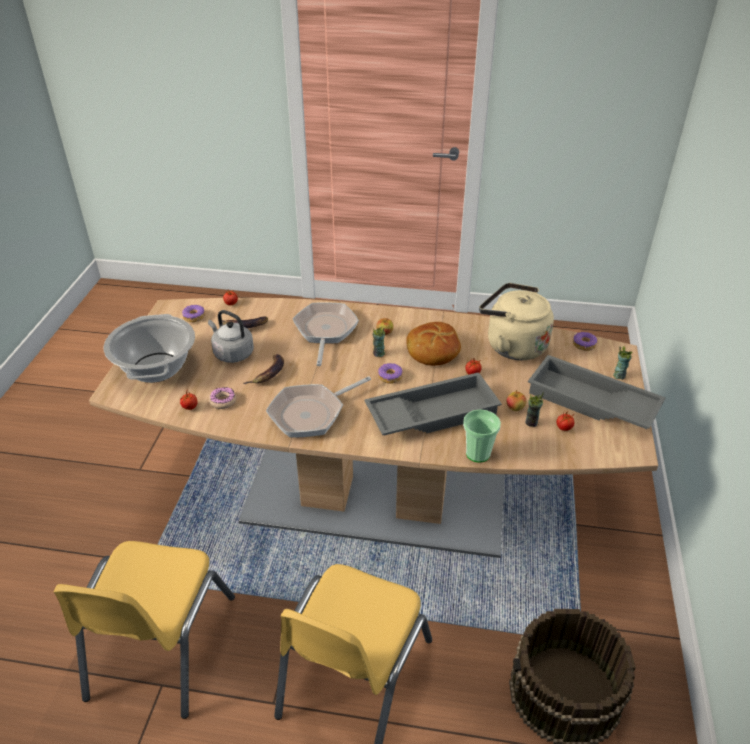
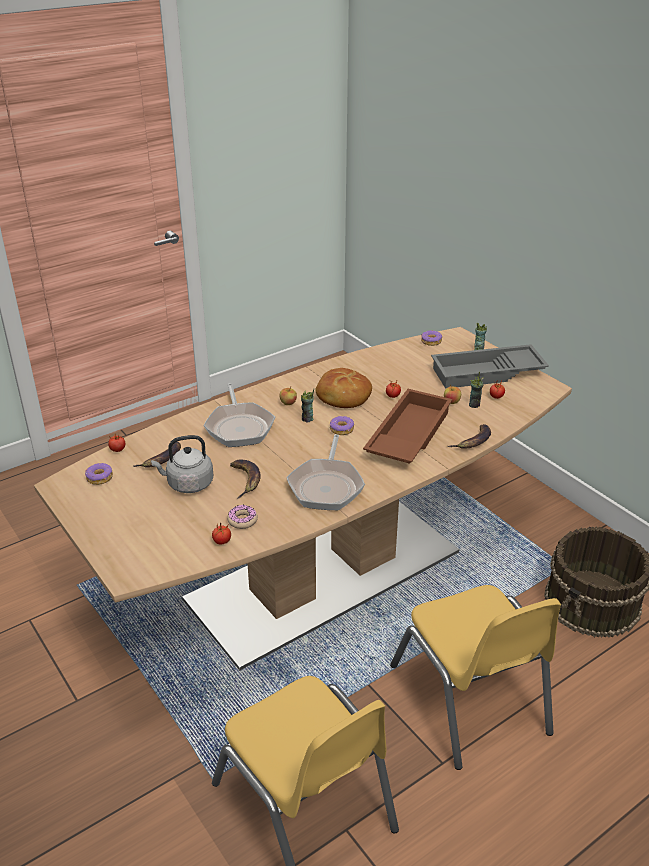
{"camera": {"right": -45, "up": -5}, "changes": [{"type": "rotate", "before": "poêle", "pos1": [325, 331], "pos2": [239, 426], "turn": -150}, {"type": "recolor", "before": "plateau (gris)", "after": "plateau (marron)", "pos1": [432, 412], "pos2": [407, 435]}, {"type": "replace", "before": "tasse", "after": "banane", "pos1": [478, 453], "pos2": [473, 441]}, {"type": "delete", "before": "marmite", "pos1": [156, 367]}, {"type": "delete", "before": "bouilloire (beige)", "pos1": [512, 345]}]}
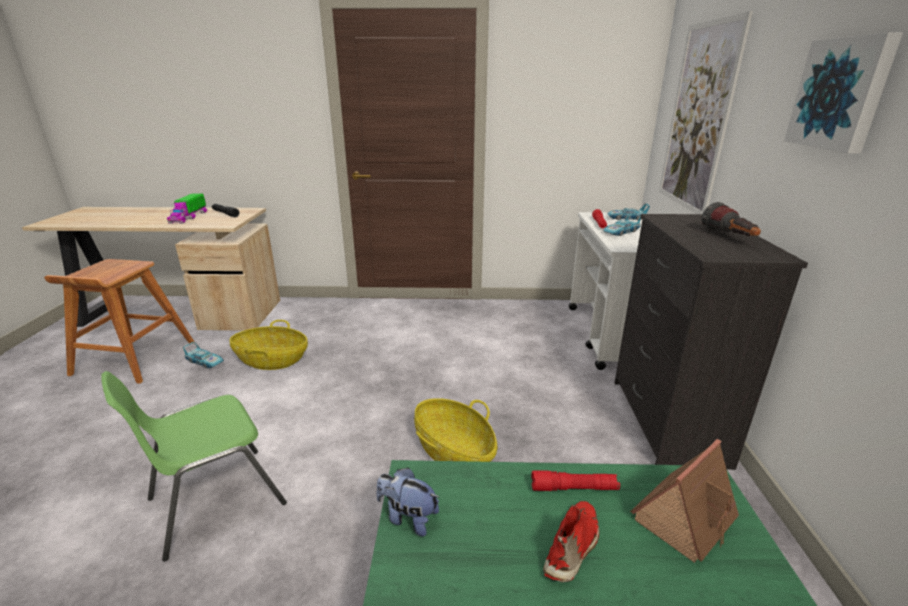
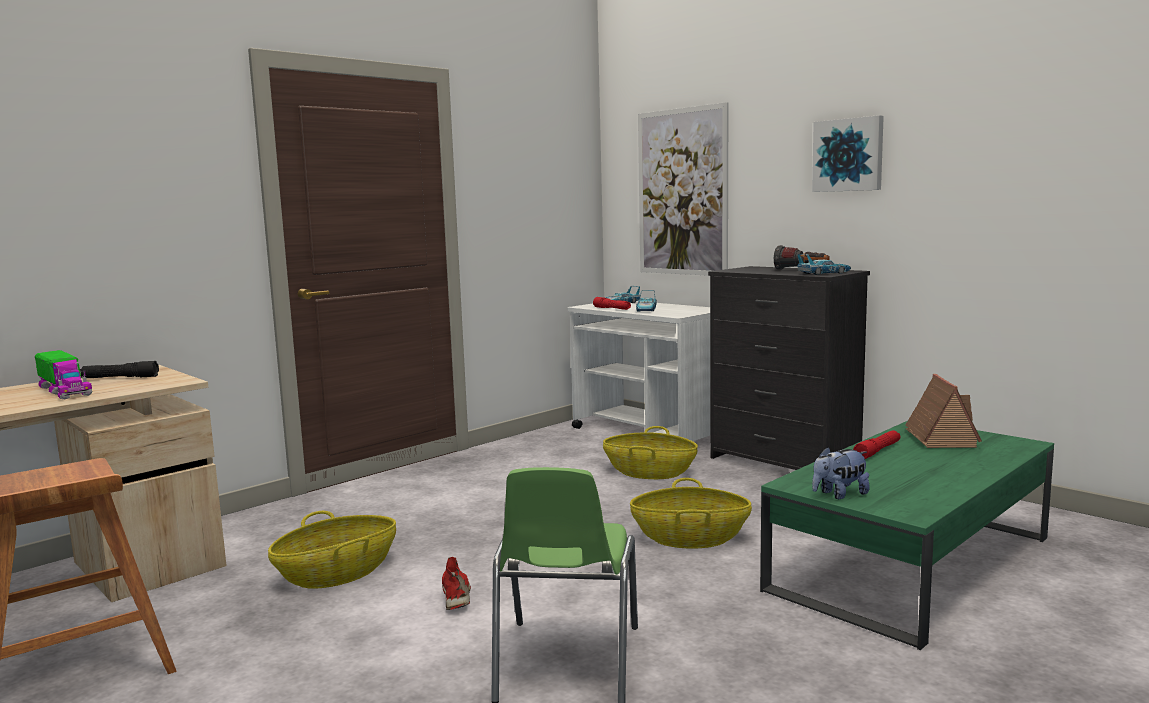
{"camera": {"right": -45, "up": -15}, "changes": [{"type": "move", "before": "chaussure (rouge)", "pos1": [573, 547], "pos2": [456, 596]}, {"type": "insert", "after": "panier", "pos2": [649, 472]}, {"type": "move", "before": "petite voiture", "pos1": [205, 362], "pos2": [824, 273]}]}
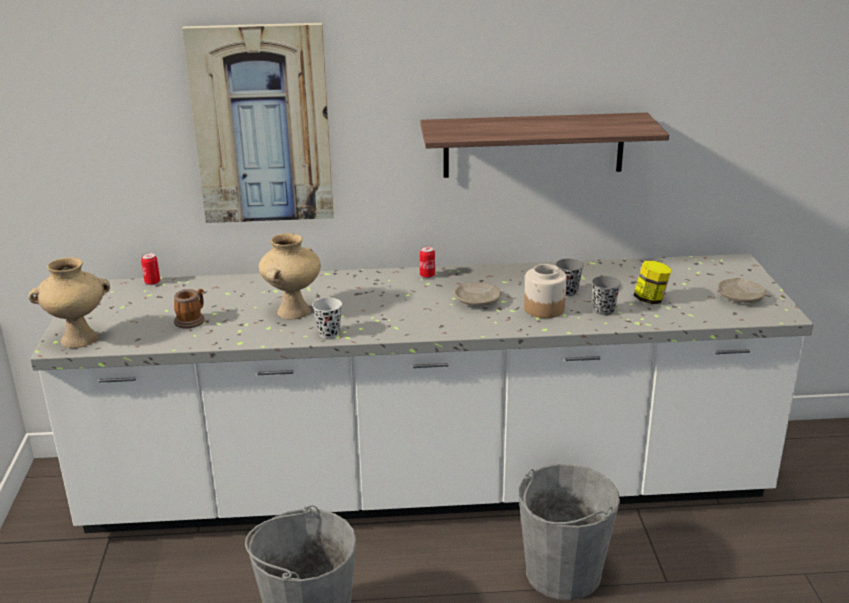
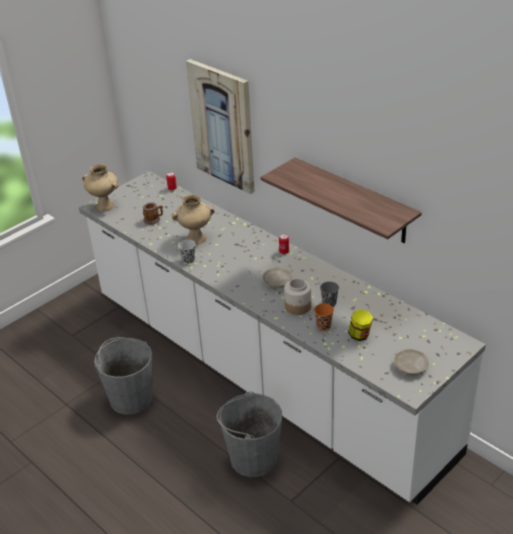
{"camera": {"right": 50, "up": 10}, "changes": [{"type": "recolor", "before": "tasse (gris)", "after": "tasse (orange)", "pos1": [603, 310], "pos2": [323, 326]}]}
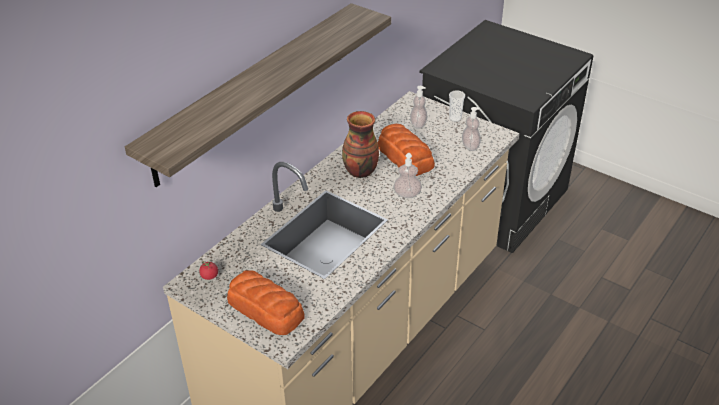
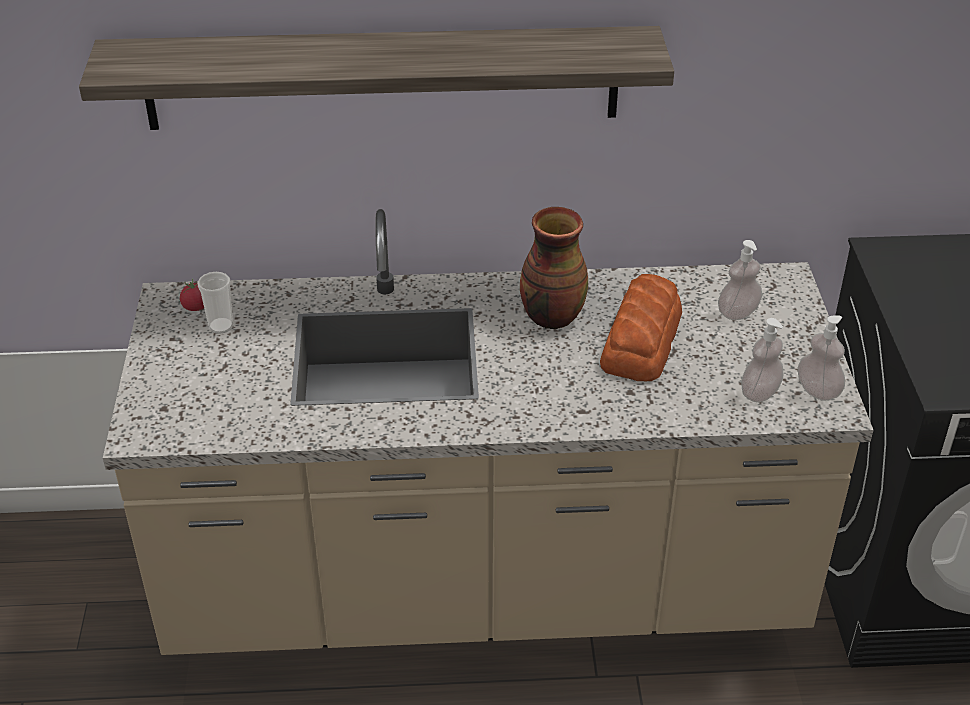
{"camera": {"right": 50, "up": 0}, "changes": [{"type": "move", "before": "tasse", "pos1": [455, 118], "pos2": [221, 326]}, {"type": "move", "before": "distributeur de savon", "pos1": [407, 194], "pos2": [818, 391]}, {"type": "delete", "before": "pain", "pos1": [266, 310]}]}
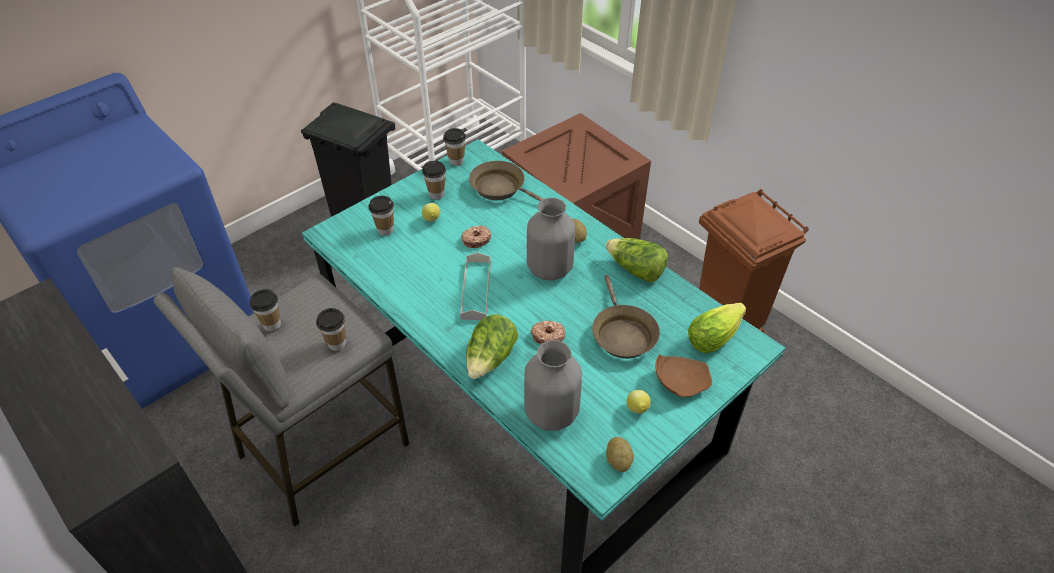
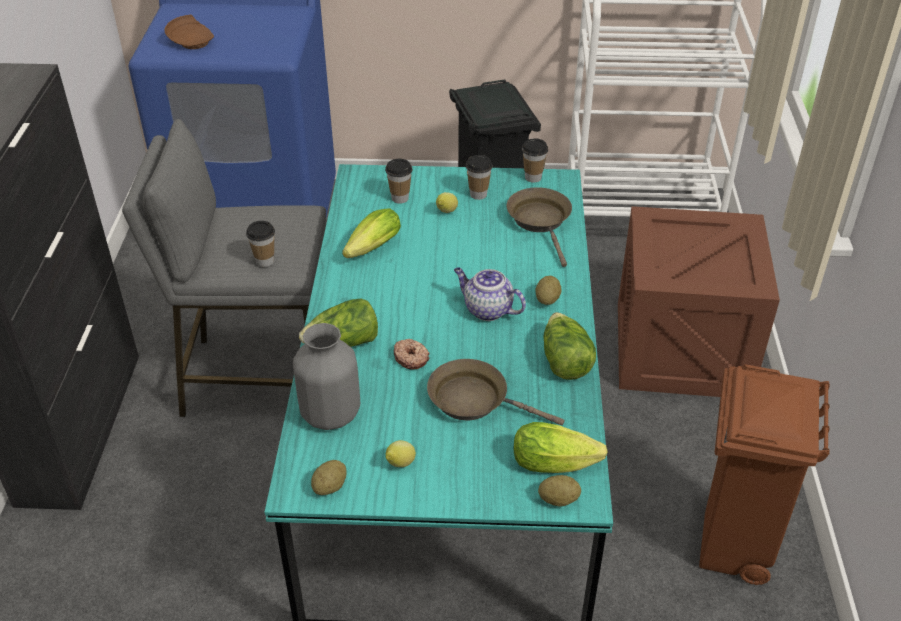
{"camera": {"right": 45, "up": -5}, "changes": [{"type": "move", "before": "assiette (marron)", "pos1": [680, 381], "pos2": [192, 42]}, {"type": "insert", "after": "laitue", "pos2": [370, 250]}, {"type": "rotate", "before": "poêle (marron)", "pos1": [622, 334], "pos2": [474, 400], "turn": 75}, {"type": "replace", "before": "vase (gris)", "after": "théière", "pos1": [549, 270], "pos2": [487, 310]}, {"type": "insert", "after": "pomme de terre", "pos2": [558, 500]}, {"type": "delete", "before": "tasse", "pos1": [272, 324]}, {"type": "delete", "before": "plateau (gris)", "pos1": [476, 289]}, {"type": "delete", "before": "beignet", "pos1": [476, 239]}]}
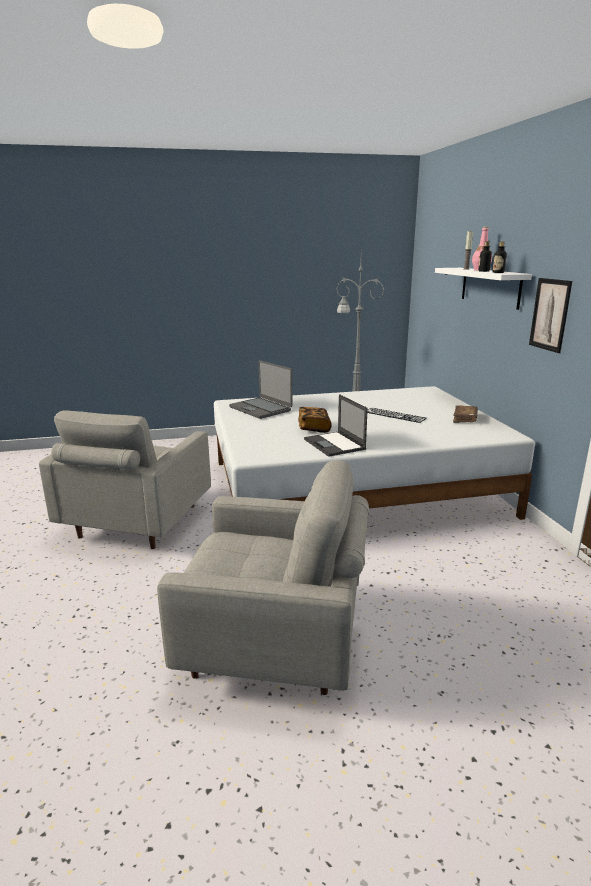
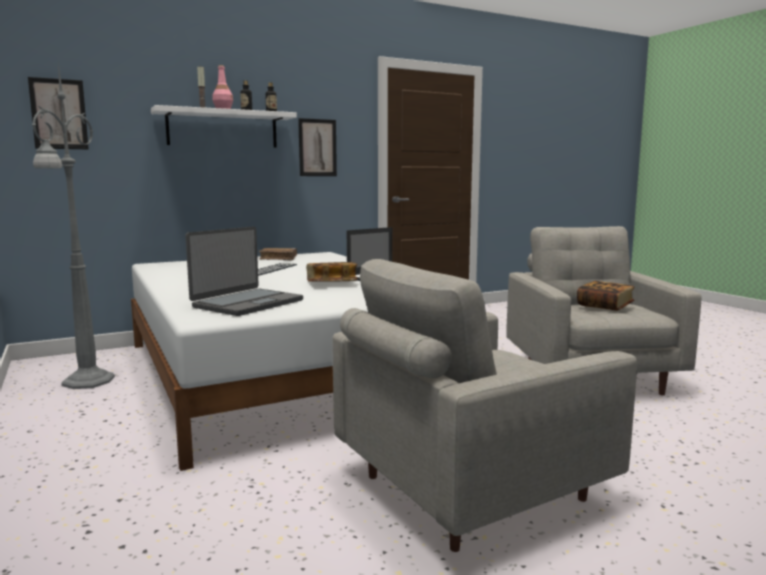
{"camera": {"right": -105, "up": -10}, "changes": [{"type": "insert", "after": "tableau", "pos2": [59, 114]}, {"type": "rotate", "before": "fauteuil (gris)", "pos1": [136, 522], "pos2": [468, 488], "turn": 150}, {"type": "insert", "after": "livre", "pos2": [604, 306]}]}
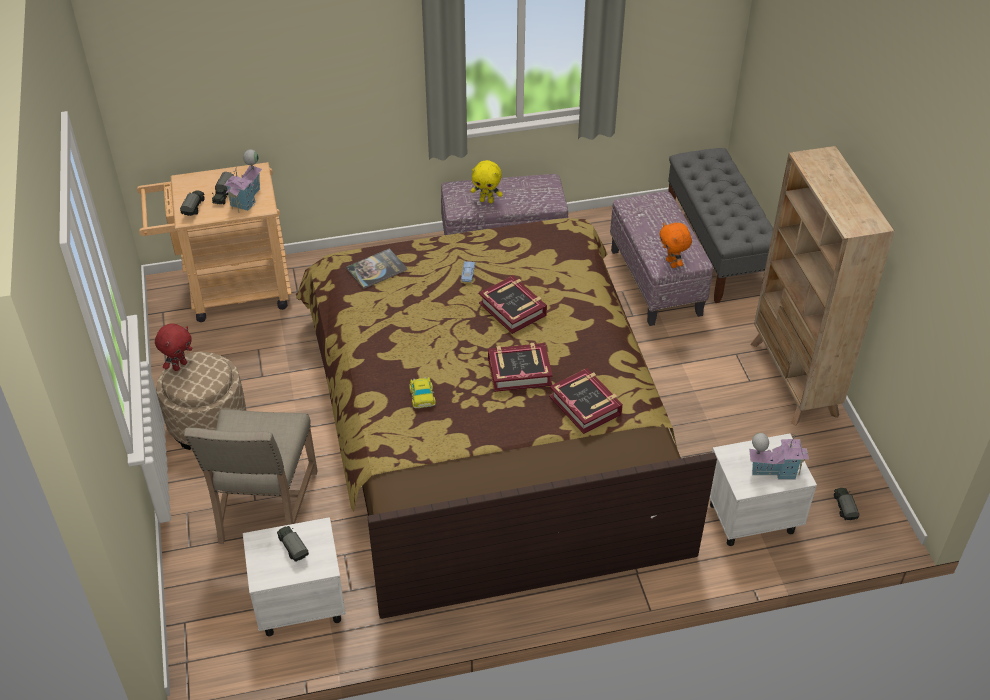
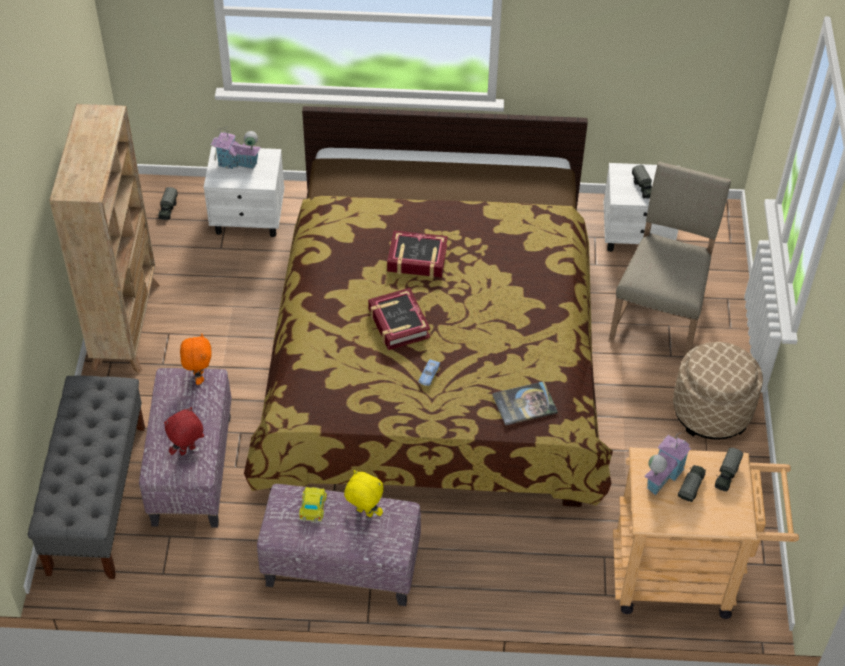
{"camera": {"right": -165, "up": 5}, "changes": [{"type": "move", "before": "peluche (rouge)", "pos1": [179, 365], "pos2": [187, 451]}, {"type": "move", "before": "petite voiture", "pos1": [422, 395], "pos2": [312, 507]}, {"type": "delete", "before": "livre", "pos1": [585, 405]}]}
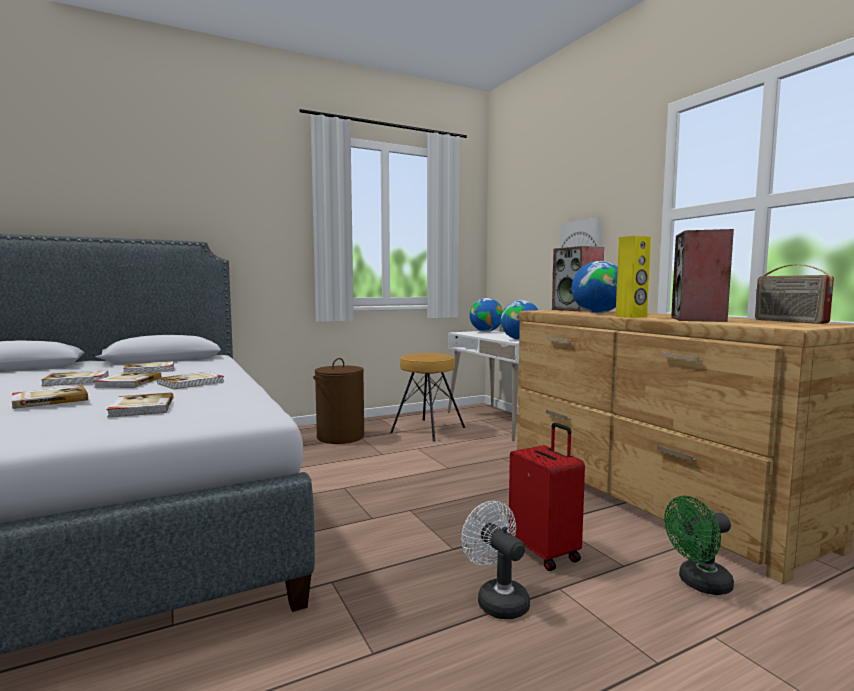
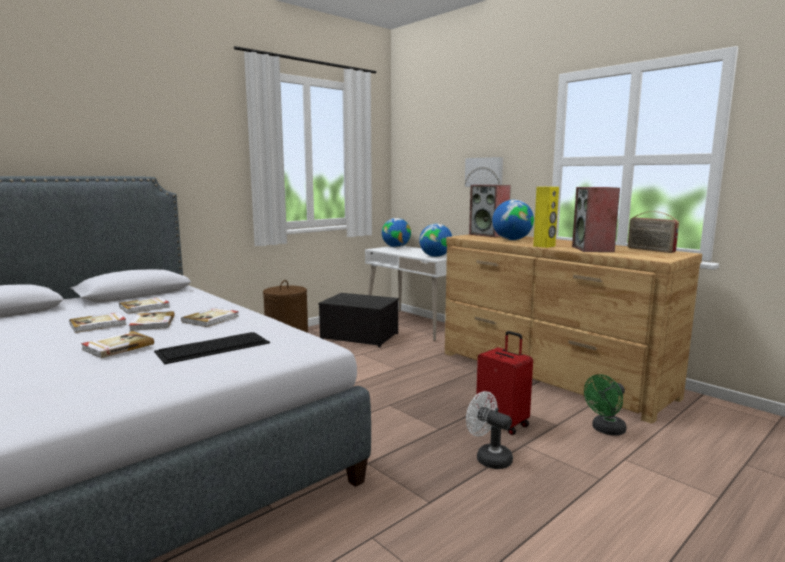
{"camera": {"right": -15, "up": 5}, "changes": [{"type": "replace", "before": "livre", "after": "clavier", "pos1": [141, 408], "pos2": [212, 347]}, {"type": "replace", "before": "tabouret (marron)", "after": "boîte de rangement", "pos1": [427, 430], "pos2": [359, 336]}]}
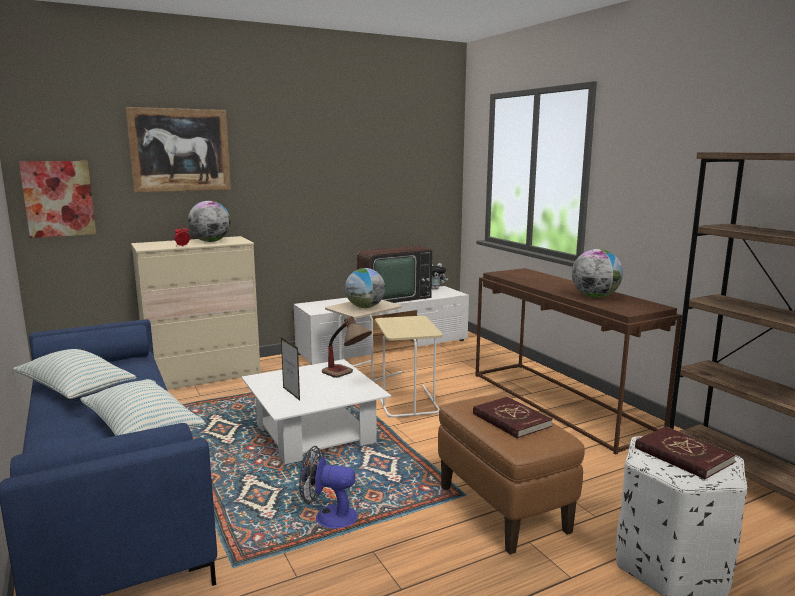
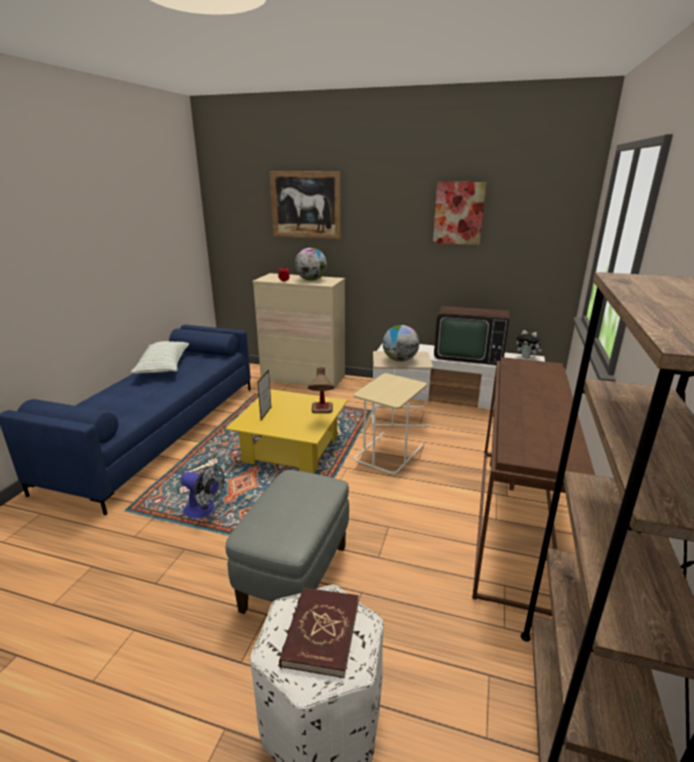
{"camera": {"right": 45, "up": 10}, "changes": [{"type": "rotate", "before": "ventilateur", "pos1": [328, 516], "pos2": [204, 510], "turn": 150}, {"type": "recolor", "before": "table basse (blanc)", "after": "table basse (jaune)", "pos1": [315, 433], "pos2": [291, 449]}, {"type": "recolor", "before": "pouf (marron)", "after": "pouf (gris)", "pos1": [503, 509], "pos2": [295, 578]}, {"type": "move", "before": "tableau", "pos1": [59, 198], "pos2": [458, 213]}, {"type": "delete", "before": "coussin", "pos1": [142, 429]}, {"type": "delete", "before": "livre (rouge)", "pos1": [511, 420]}, {"type": "delete", "before": "globe", "pos1": [595, 296]}]}
